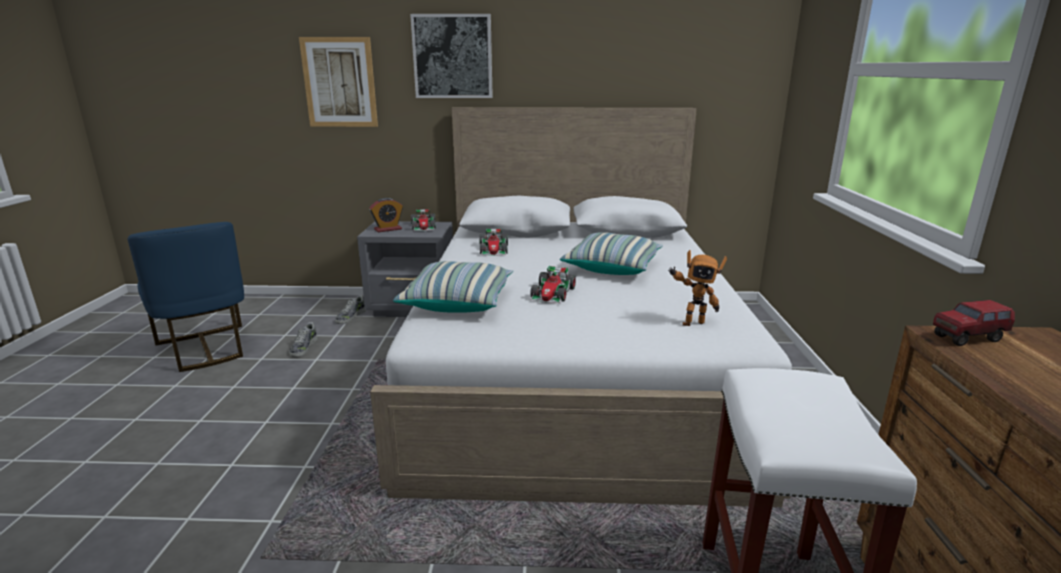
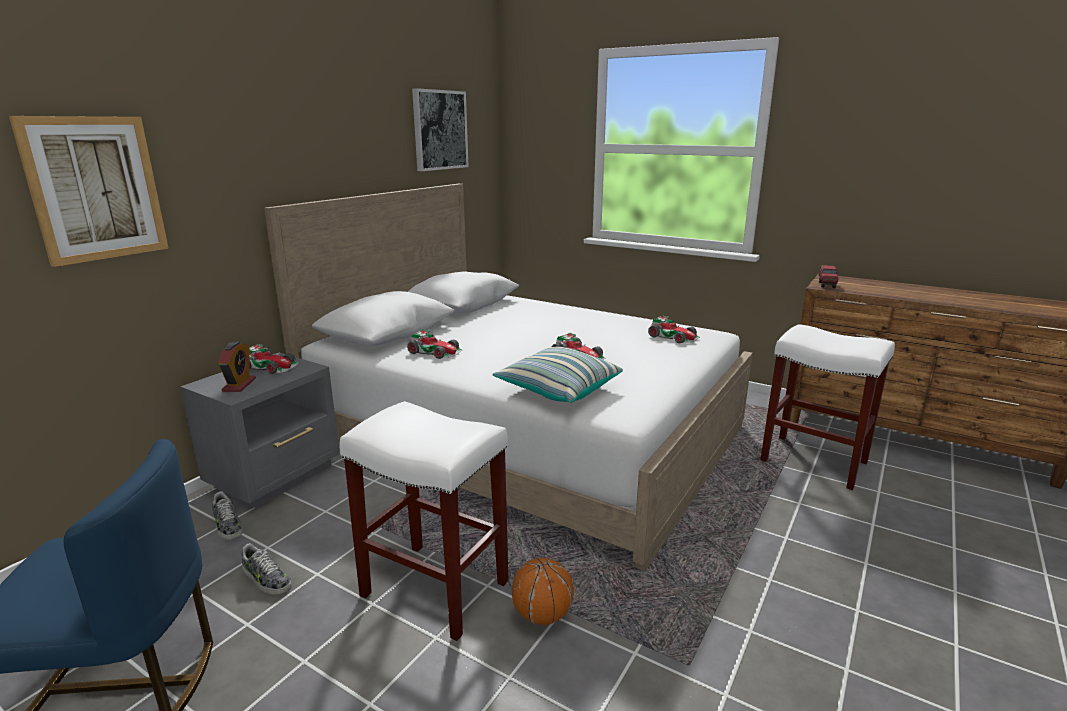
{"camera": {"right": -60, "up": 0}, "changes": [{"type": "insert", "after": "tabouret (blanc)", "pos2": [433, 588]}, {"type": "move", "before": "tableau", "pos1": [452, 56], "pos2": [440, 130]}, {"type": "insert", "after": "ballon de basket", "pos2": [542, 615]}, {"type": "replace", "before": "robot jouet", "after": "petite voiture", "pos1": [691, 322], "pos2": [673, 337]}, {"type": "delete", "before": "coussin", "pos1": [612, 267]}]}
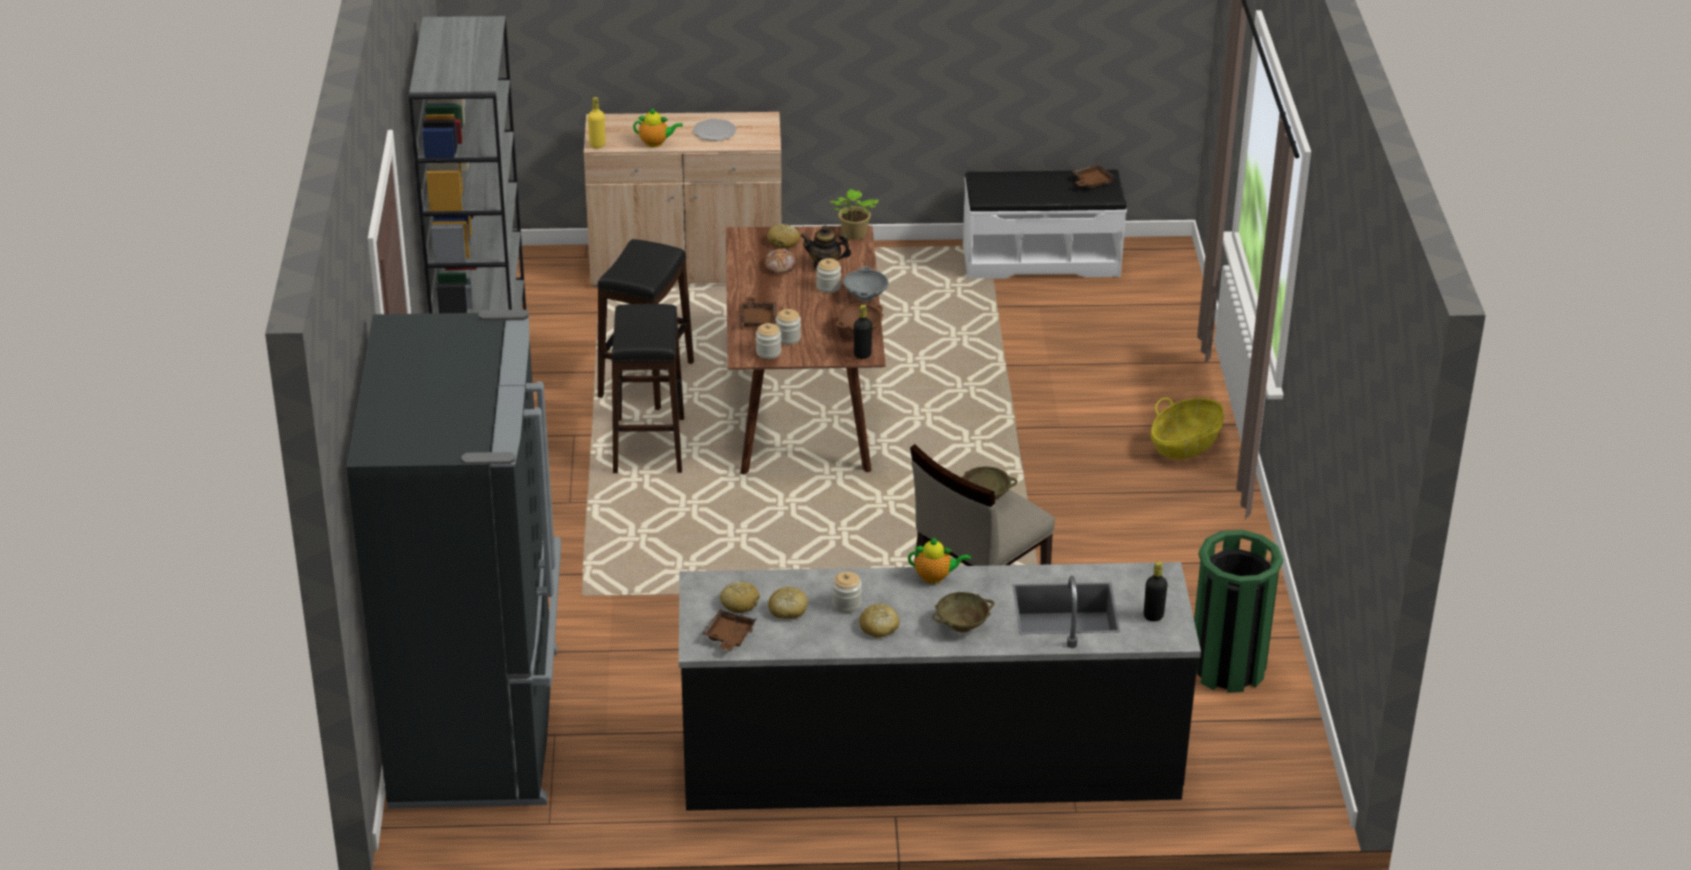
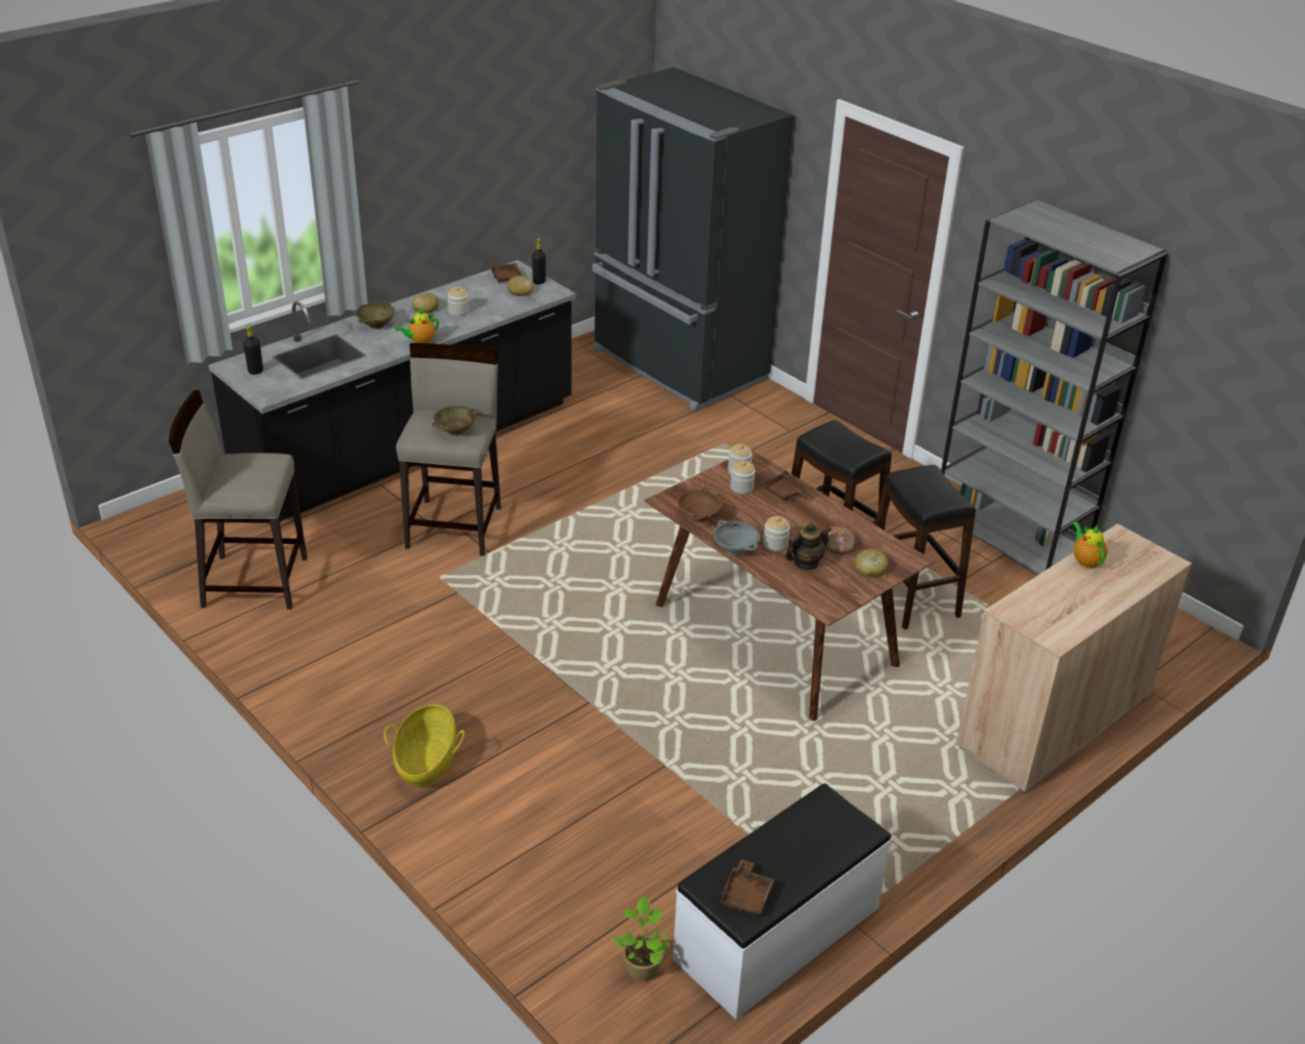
{"camera": {"right": 140, "up": 0}, "changes": [{"type": "replace", "before": "poubelle (vert)", "after": "tabouret (beige)", "pos1": [1227, 667], "pos2": [254, 581]}, {"type": "move", "before": "bouteille (noir)", "pos1": [862, 355], "pos2": [539, 281]}, {"type": "move", "before": "plante en pot", "pos1": [853, 235], "pos2": [642, 967]}, {"type": "rotate", "before": "théière", "pos1": [656, 143], "pos2": [1085, 561], "turn": 105}, {"type": "delete", "before": "bouteille (jaune)", "pos1": [597, 145]}, {"type": "delete", "before": "assiette", "pos1": [714, 131]}, {"type": "delete", "before": "pain", "pos1": [787, 610]}]}
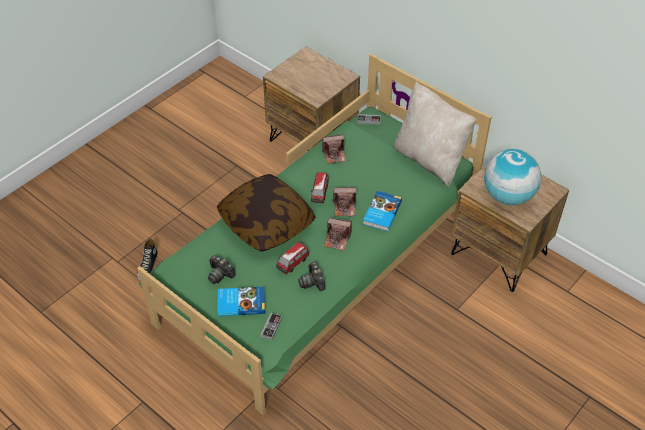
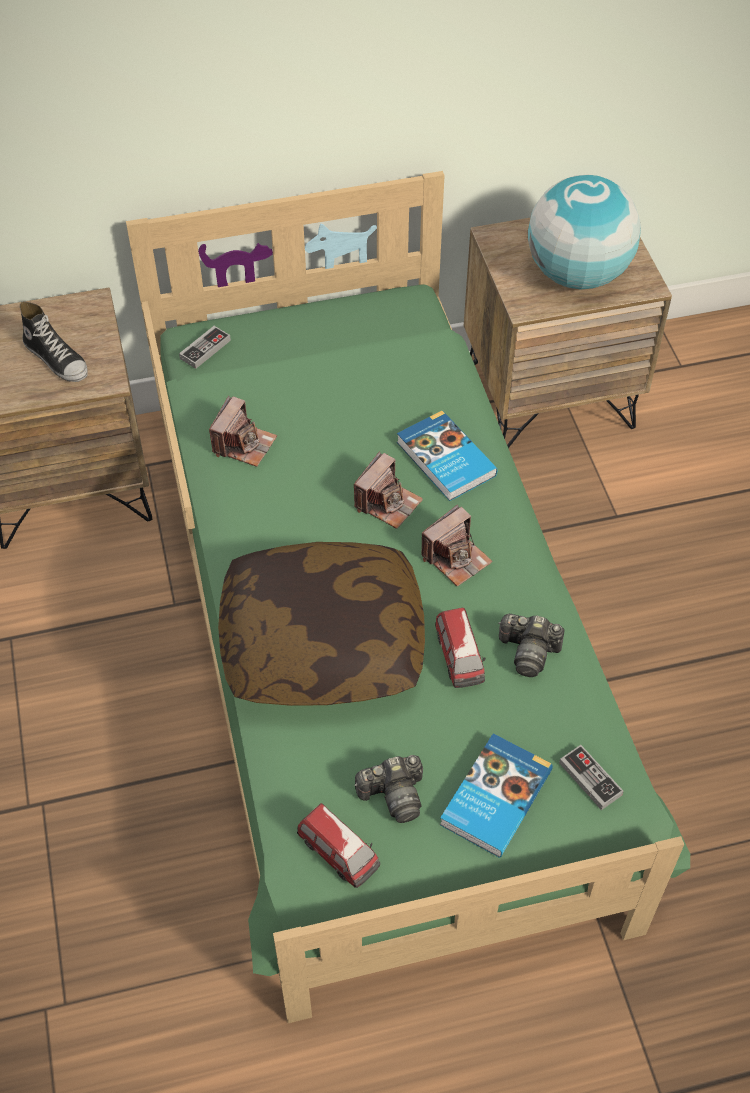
{"camera": {"right": -55, "up": 5}, "changes": [{"type": "move", "before": "chaussure", "pos1": [148, 266], "pos2": [57, 359]}, {"type": "move", "before": "petite voiture", "pos1": [320, 193], "pos2": [339, 853]}, {"type": "delete", "before": "coussin (beige)", "pos1": [430, 160]}]}
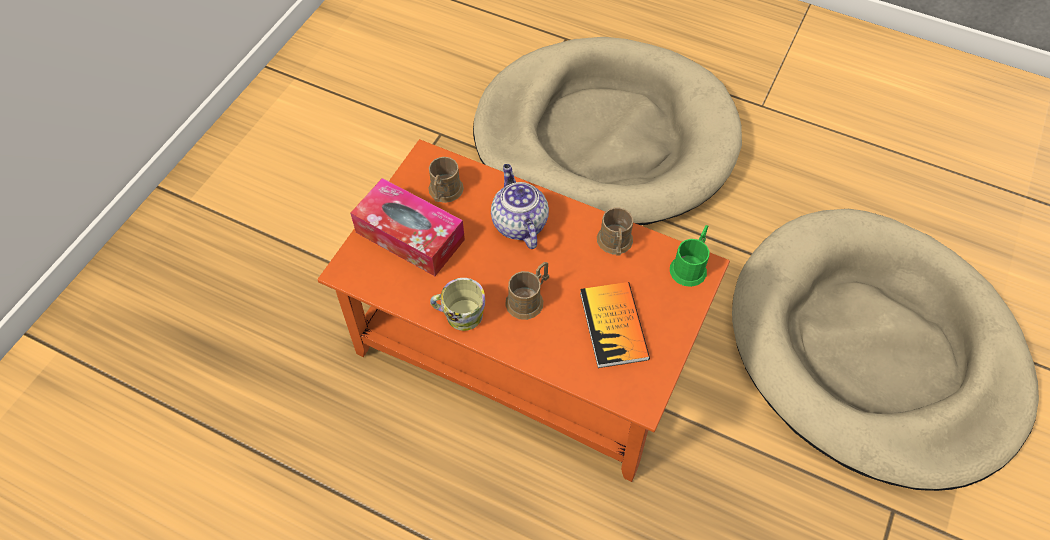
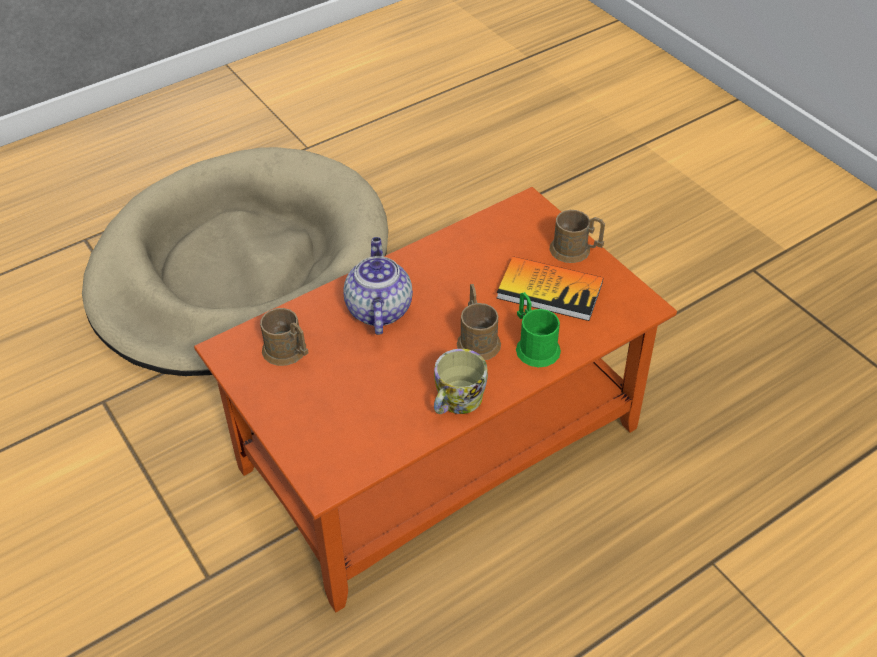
{"camera": {"right": -60, "up": -10}, "changes": [{"type": "rotate", "before": "théière", "pos1": [518, 223], "pos2": [378, 309], "turn": 75}, {"type": "move", "before": "mug (vert)", "pos1": [690, 266], "pos2": [534, 345]}, {"type": "move", "before": "mug (marron)", "pos1": [615, 244], "pos2": [575, 251]}, {"type": "delete", "before": "boîte à mouchoirs", "pos1": [410, 236]}, {"type": "delete", "before": "panier pour chien (beige)", "pos1": [873, 350]}]}
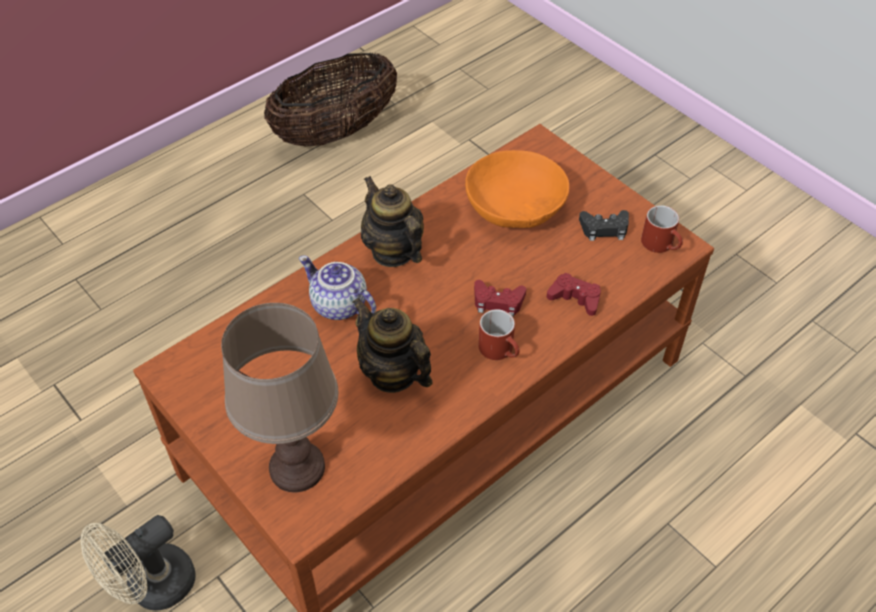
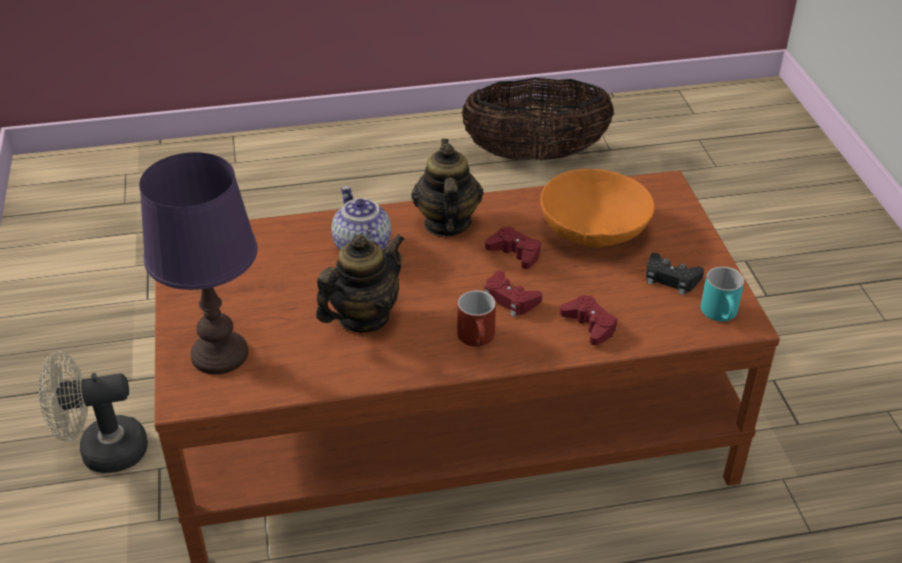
{"camera": {"right": 30, "up": -10}, "changes": [{"type": "recolor", "before": "lampe de table (marron)", "after": "lampe de table (violet)", "pos1": [298, 467], "pos2": [220, 354]}, {"type": "rotate", "before": "théière", "pos1": [392, 373], "pos2": [363, 317], "turn": 60}, {"type": "insert", "after": "manette (rouge)", "pos2": [515, 253]}, {"type": "recolor", "before": "mug (rouge)", "after": "mug (turquoise)", "pos1": [662, 245], "pos2": [722, 314]}]}
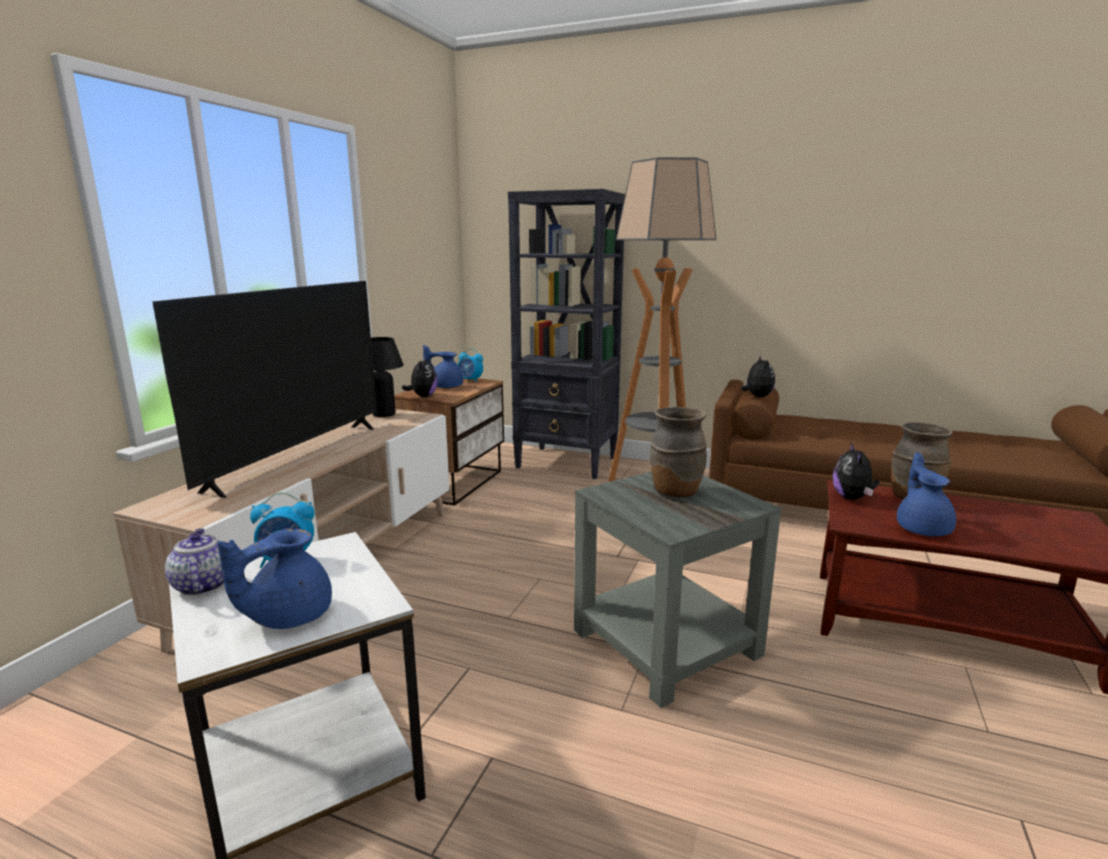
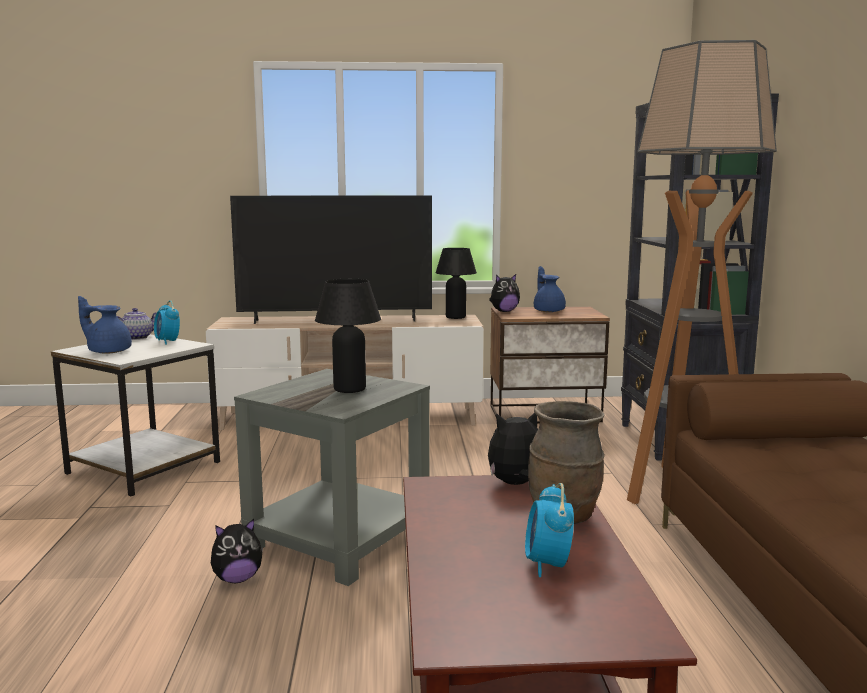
{"camera": {"right": 65, "up": -5}, "changes": [{"type": "move", "before": "peluche", "pos1": [757, 396], "pos2": [237, 579]}, {"type": "replace", "before": "vase (marron)", "after": "lampe de table (noir)", "pos1": [675, 492], "pos2": [349, 389]}, {"type": "move", "before": "réveil", "pos1": [470, 380], "pos2": [547, 565]}, {"type": "delete", "before": "théière (bleu)", "pos1": [922, 528]}]}
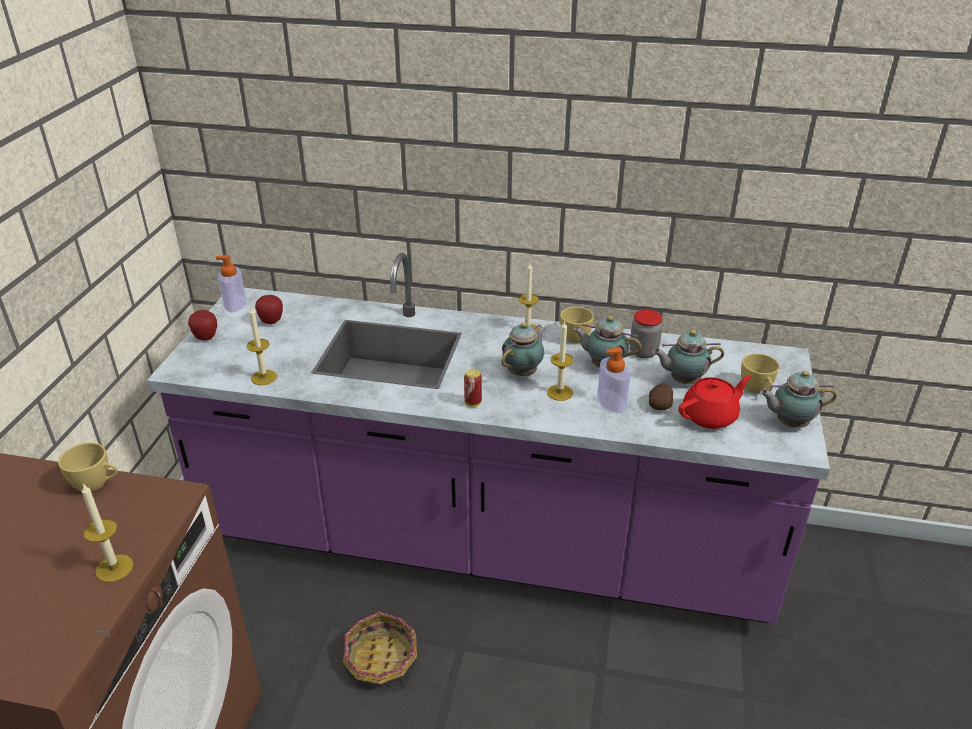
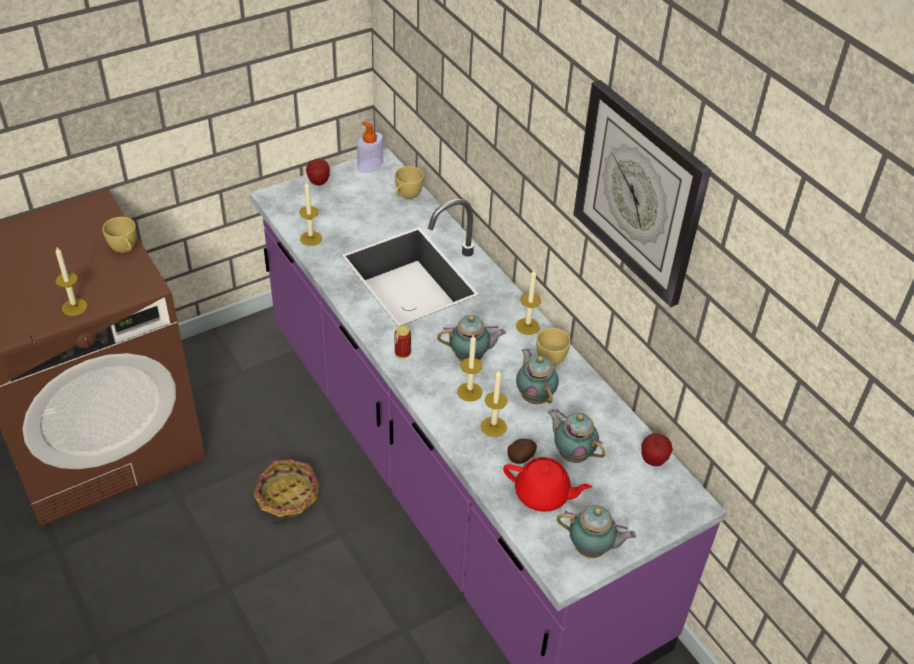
{"camera": {"right": 45, "up": 10}, "changes": [{"type": "move", "before": "tasse (jaune)", "pos1": [757, 390], "pos2": [407, 196]}, {"type": "replace", "before": "distributeur de savon", "after": "bougie", "pos1": [611, 401], "pos2": [493, 426]}, {"type": "rotate", "before": "théière", "pos1": [789, 423], "pos2": [592, 549], "turn": 150}, {"type": "insert", "after": "horloge murale", "pos2": [639, 192]}, {"type": "move", "before": "pomme", "pos1": [271, 322], "pos2": [653, 460]}, {"type": "delete", "before": "bocal", "pos1": [643, 352]}]}
